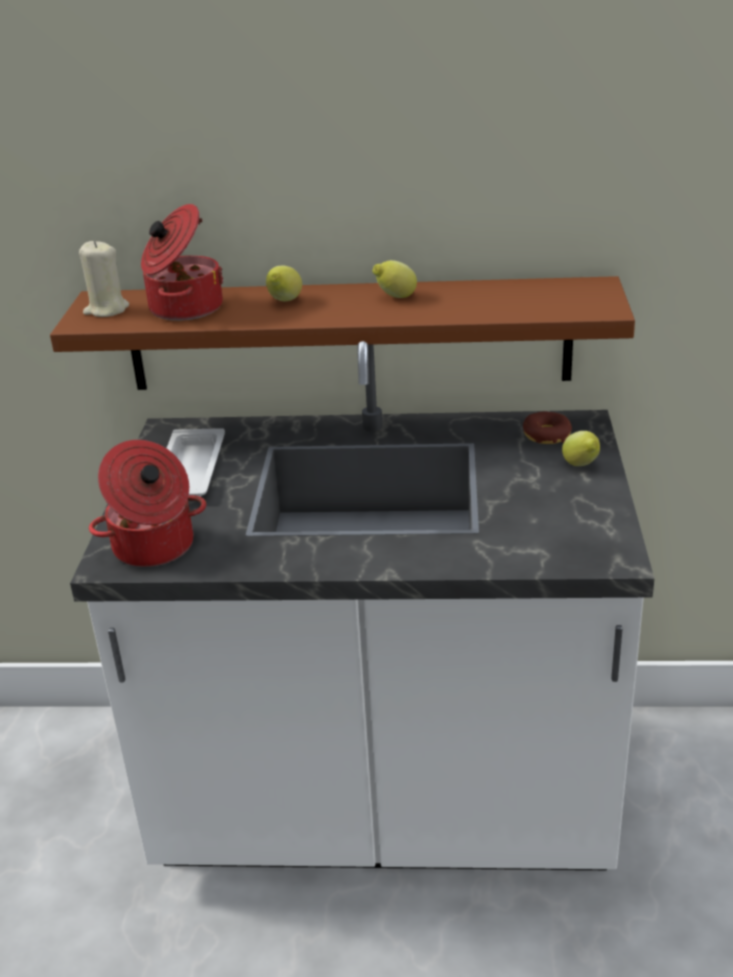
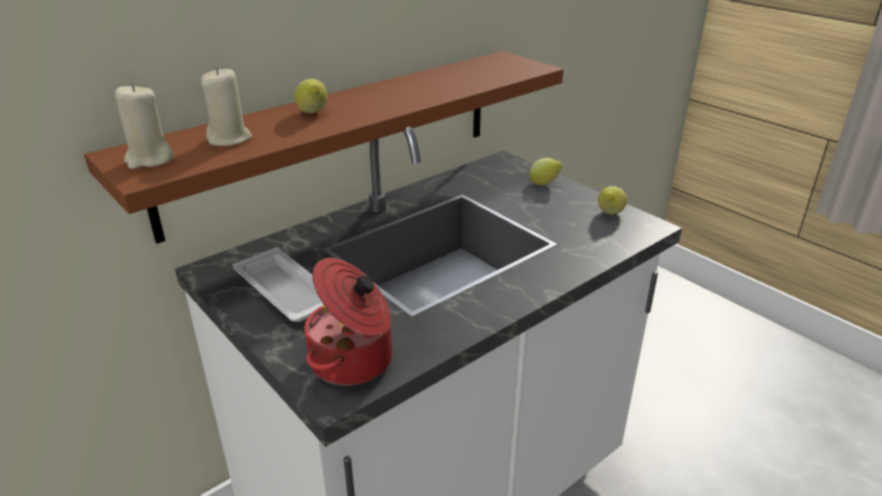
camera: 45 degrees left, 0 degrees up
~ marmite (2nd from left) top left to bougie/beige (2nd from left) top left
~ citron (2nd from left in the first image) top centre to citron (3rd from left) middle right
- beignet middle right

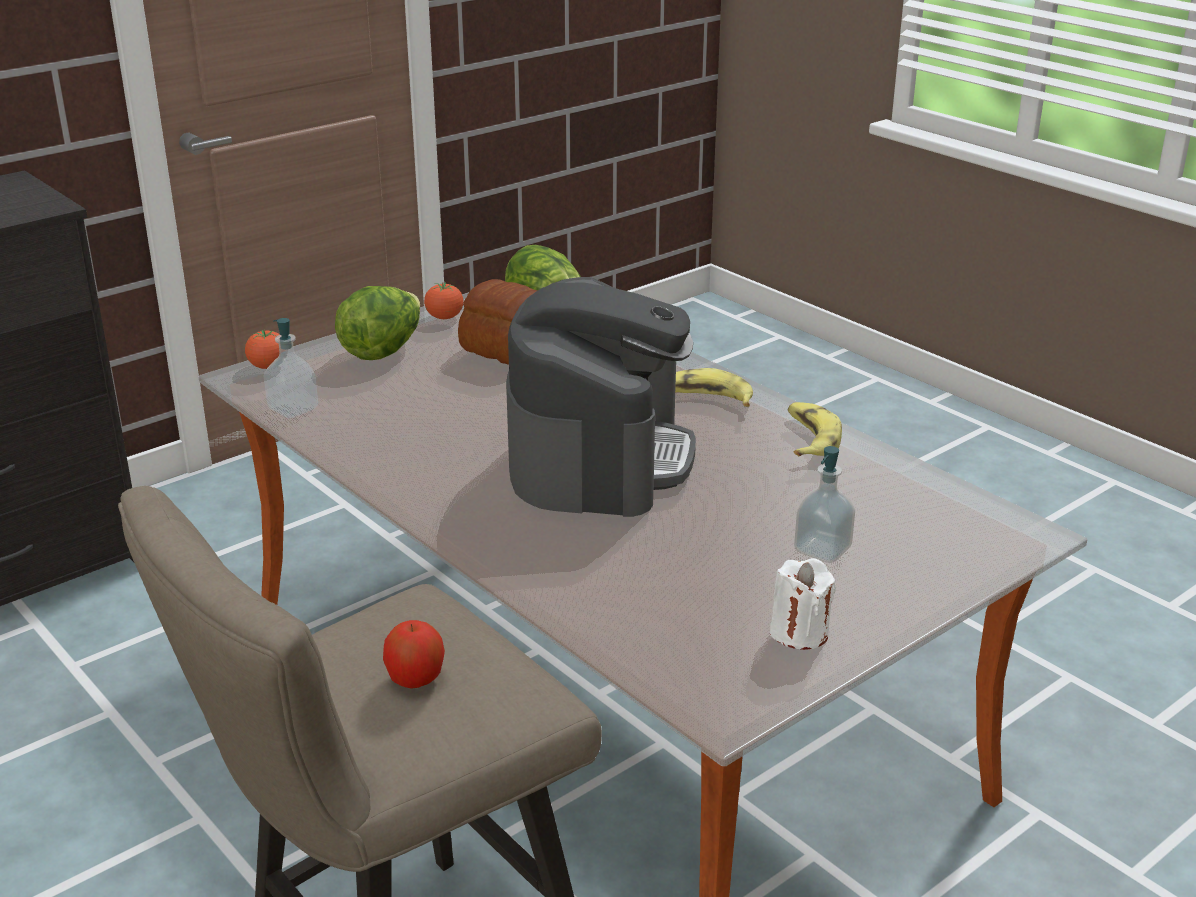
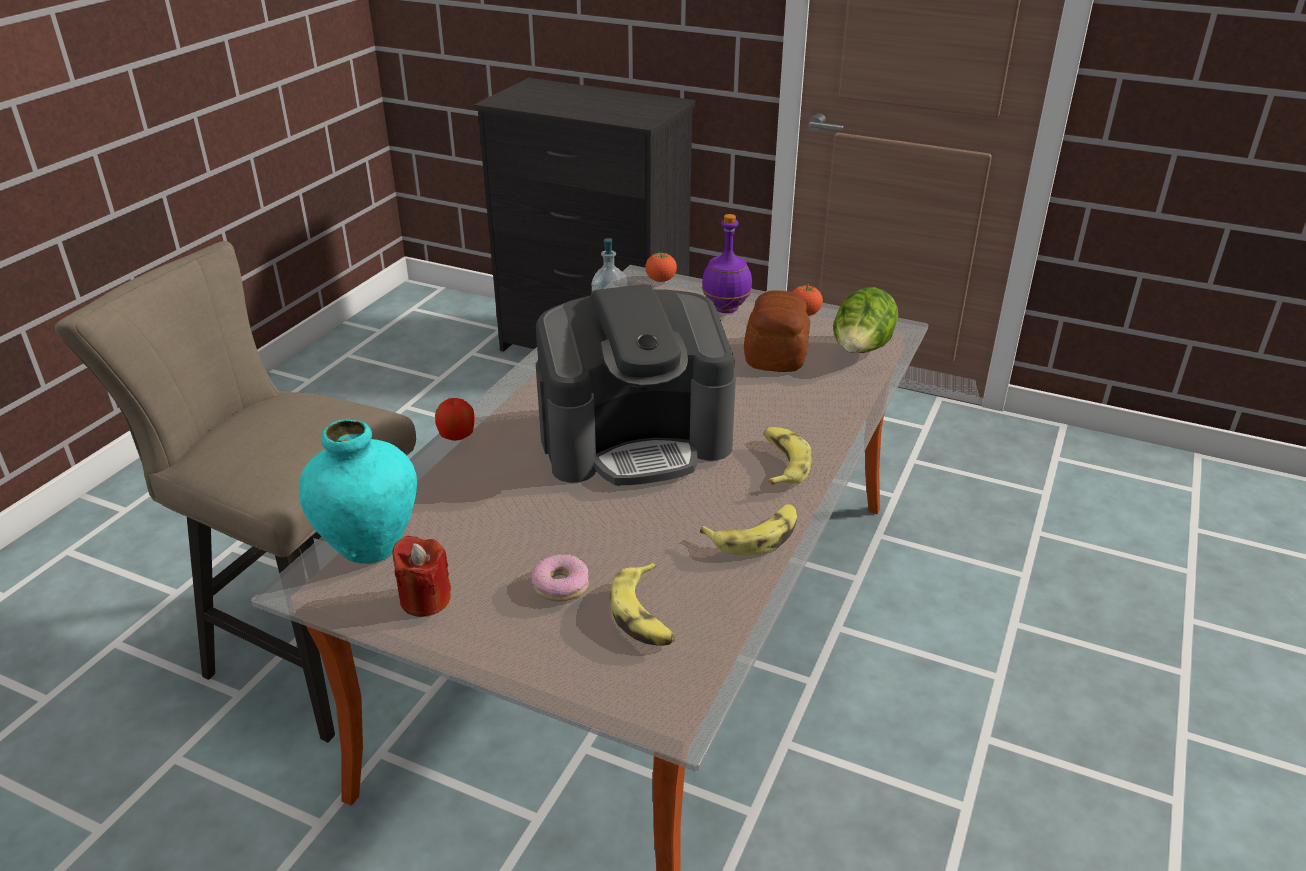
camera: 65 degrees right, 5 degrees up
~ laitue (1st from left) middle left to bouteille/violet top centre
~ distributeur de savon (2nd from left) middle right to beignet centre
~ bougie/blanc bottom right to bougie/rouge middle left
~ pomme bottom centre to centre
+ vase/turquoise middle left
+ banane (1st from left) bottom centre

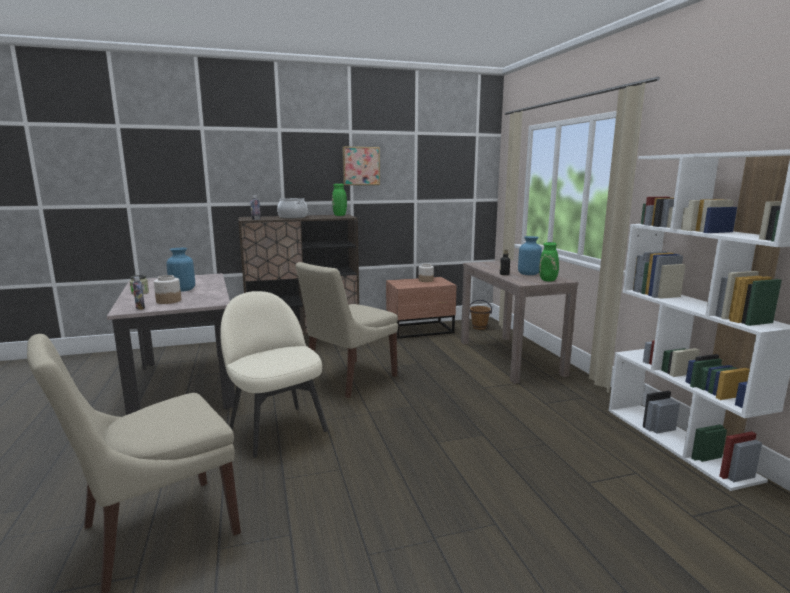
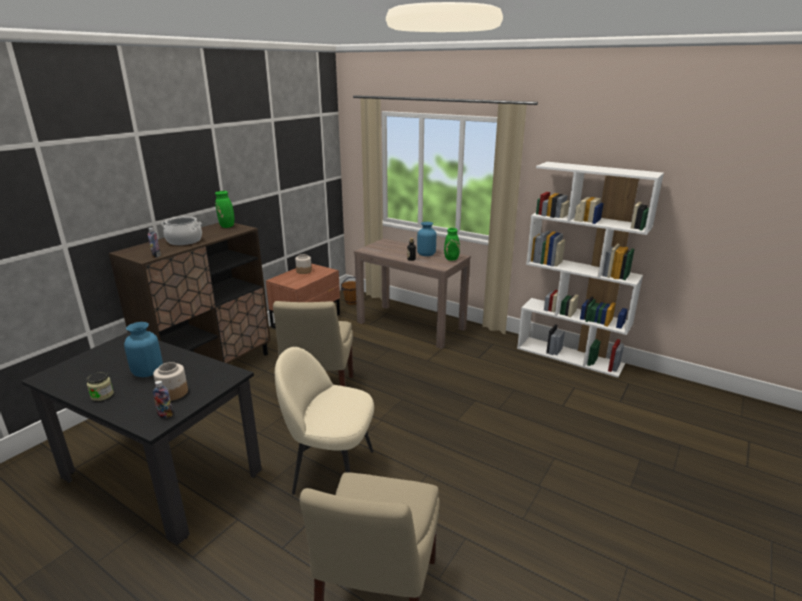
camera: 40 degrees left, 10 degrees up
- tableau top centre
~ table à manger/beige middle left to table à manger/noir bottom left

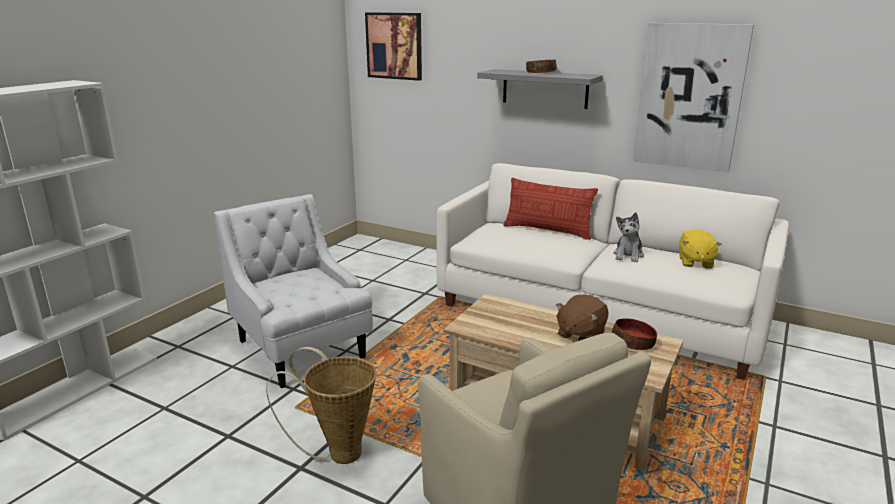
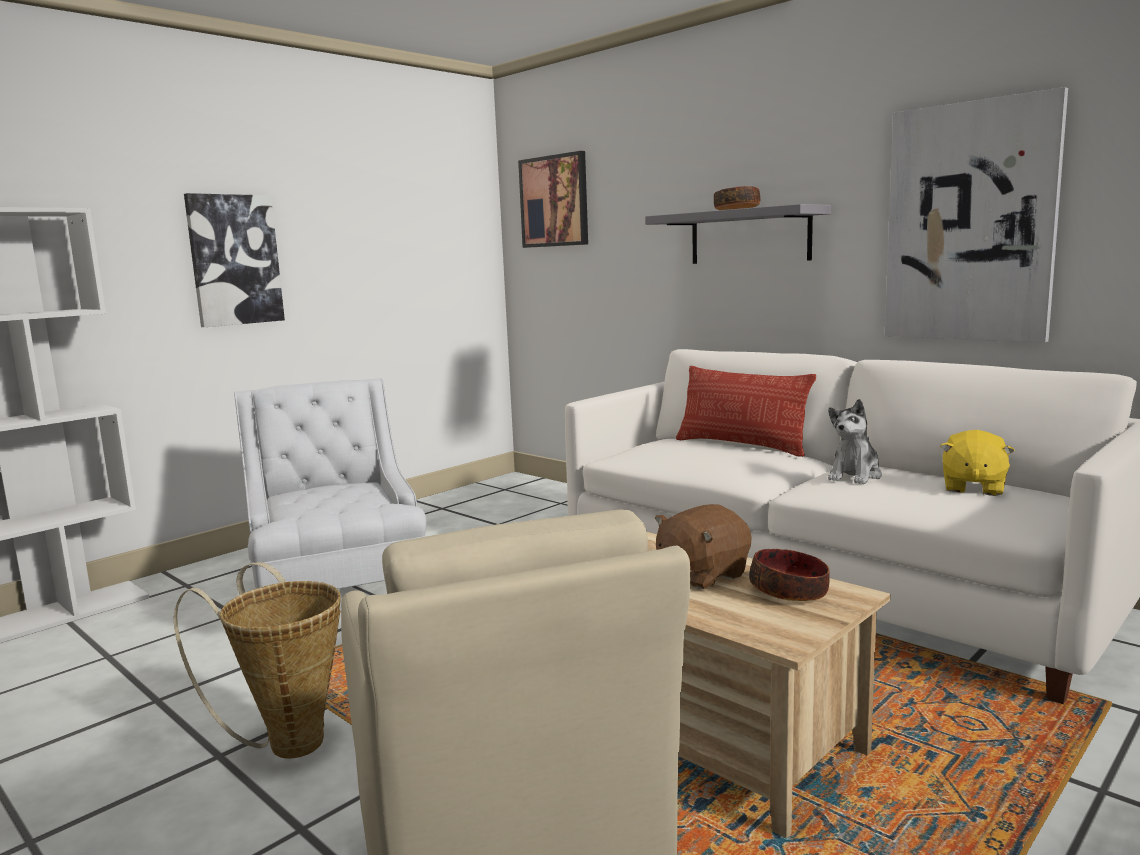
camera: 15 degrees right, 10 degrees down
+ tableau (1st from left) top left

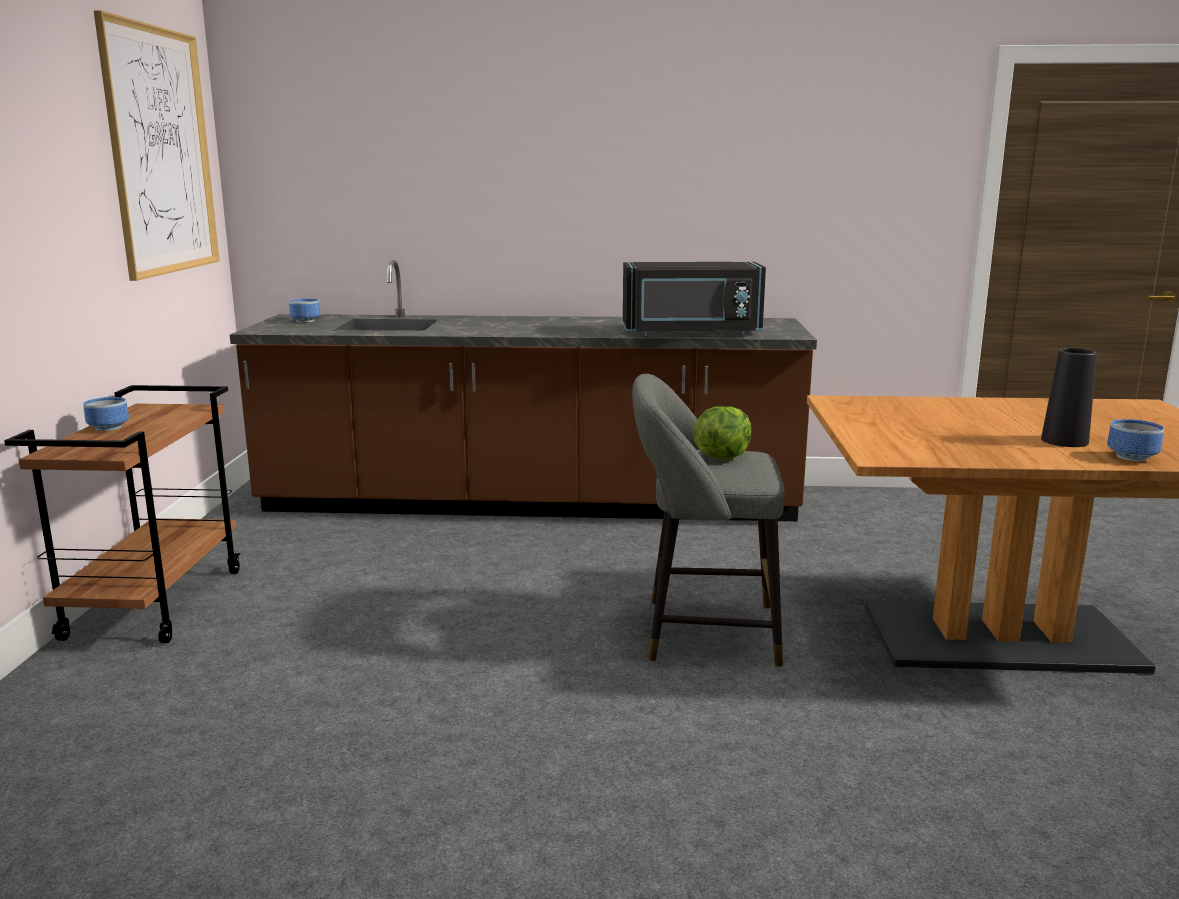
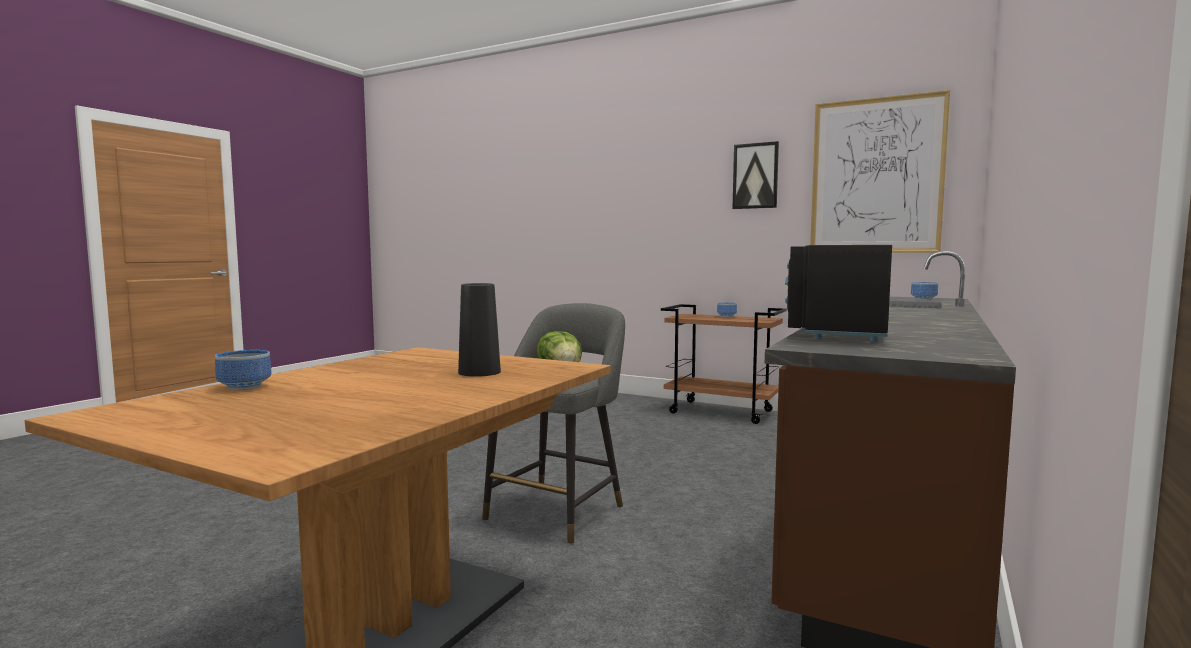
camera: 115 degrees right, 10 degrees down
~ vase/noir middle right to centre
+ tableau (1st from left) top centre

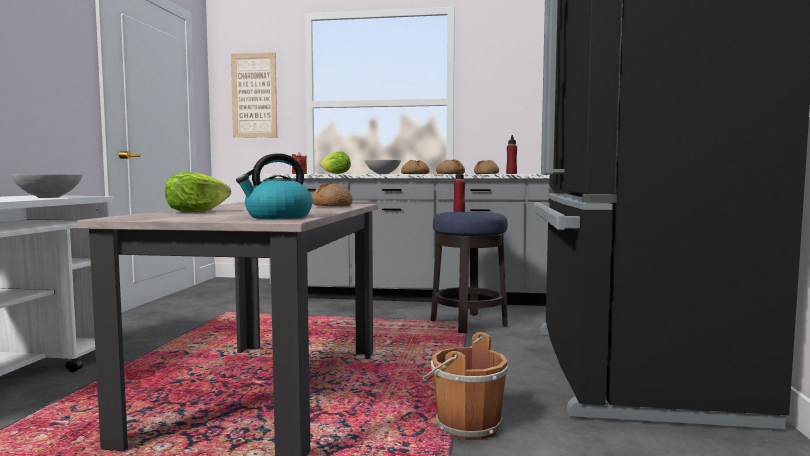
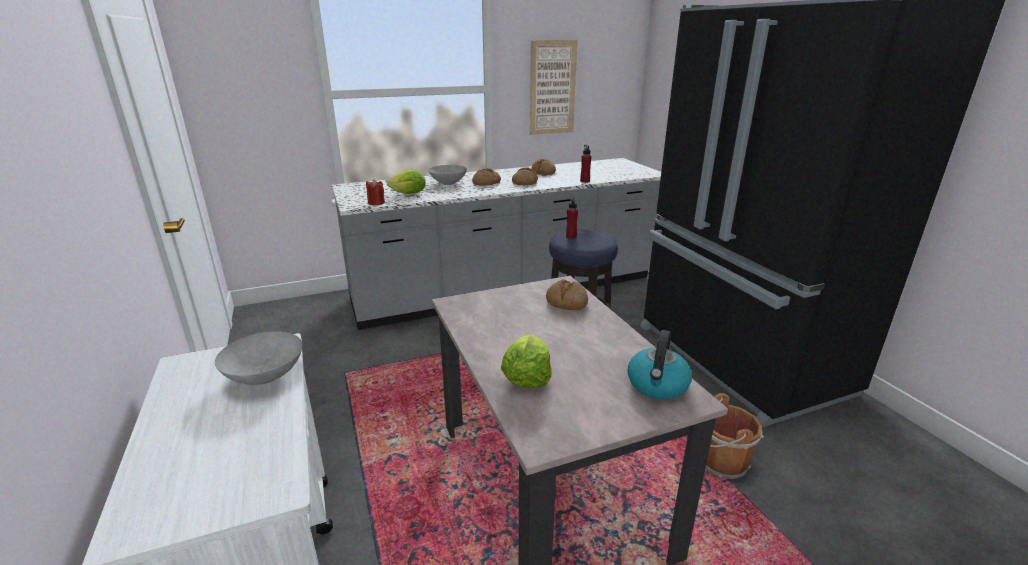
camera: 30 degrees left, 20 degrees up
~ tableau top left to top centre

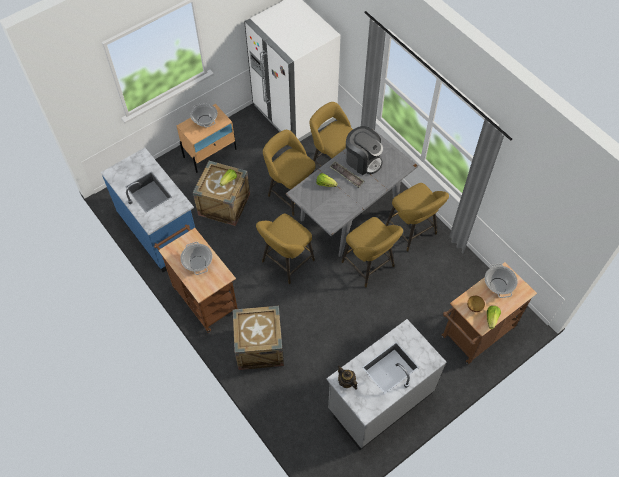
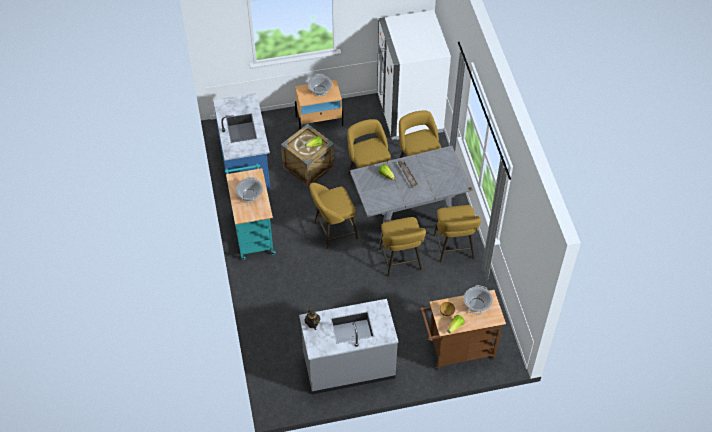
camera: 25 degrees right, 5 degrees down
- machine à café top centre
~ chariot/marron (1st from left) middle left to chariot/turquoise centre
- caisse (2nd from left) bottom centre

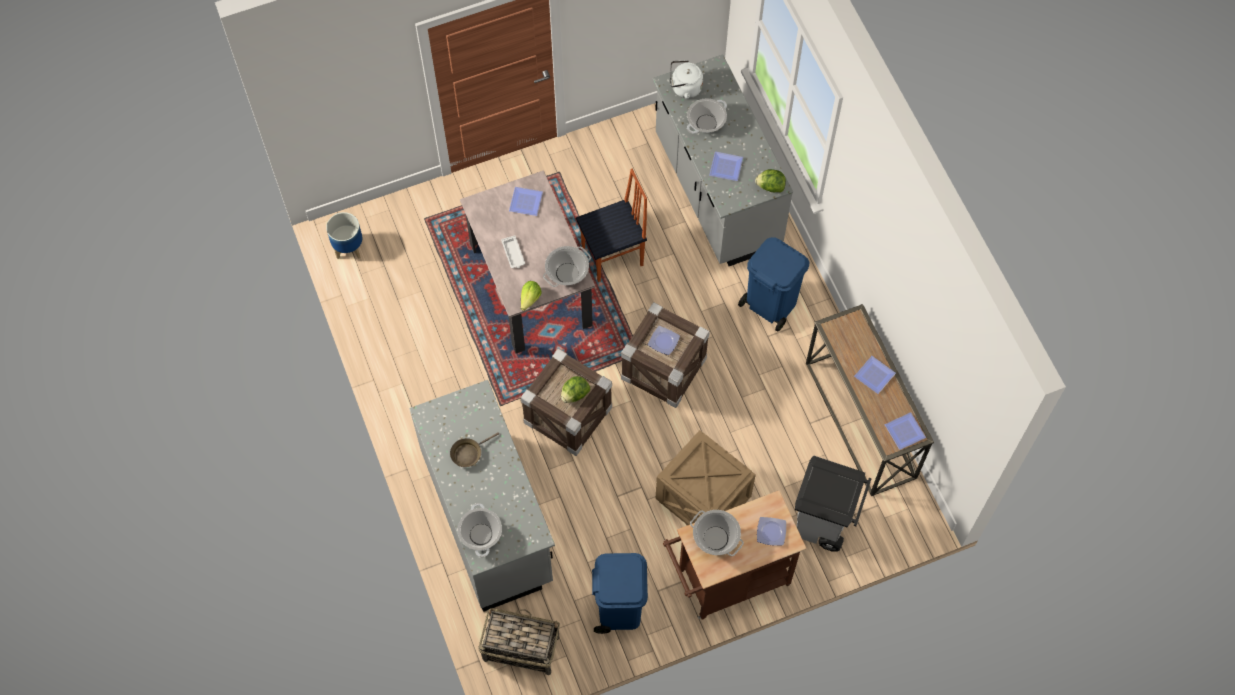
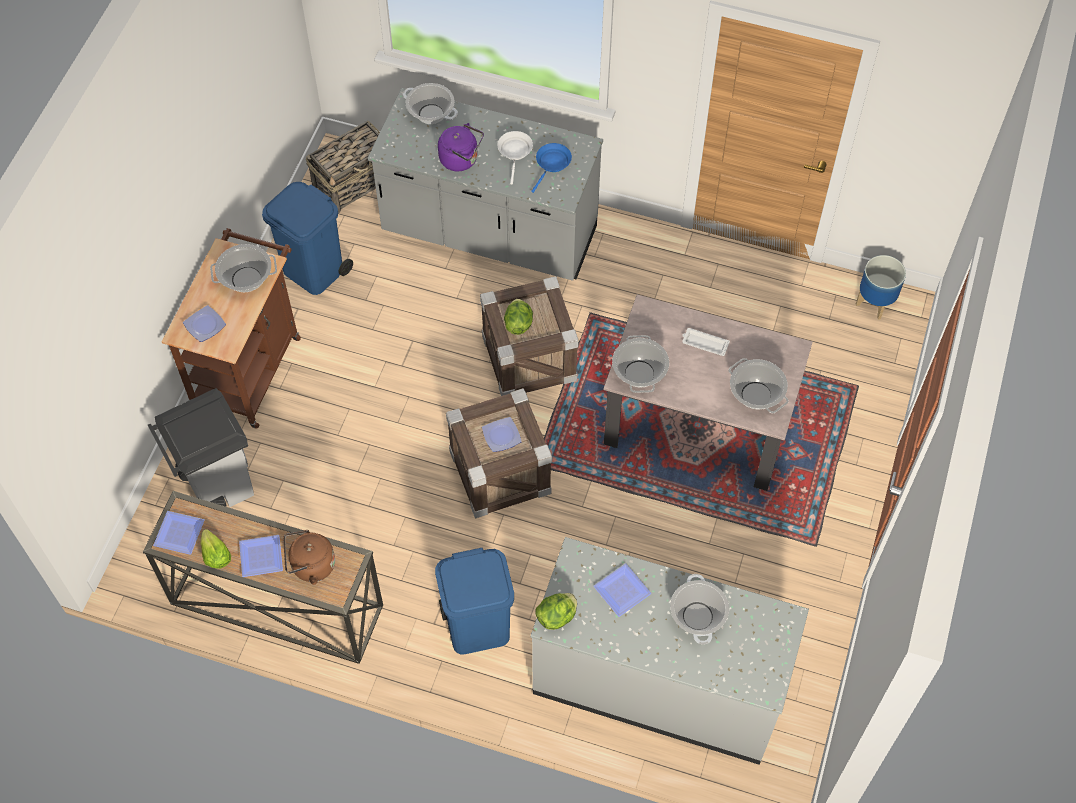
camera: 130 degrees right, 5 degrees down
- bouilloire/blanc top centre
- chaise top centre
~ assiette (1st from left) top centre to marmite (5th from left) middle right
~ laitue (1st from left) centre to bottom left
- caisse (3rd from left) bottom centre
~ poêle/marron centre to poêle/blanc top centre
+ bouilloire/violet top centre
+ poêle/bleu top centre
+ bouilloire/marron bottom left

